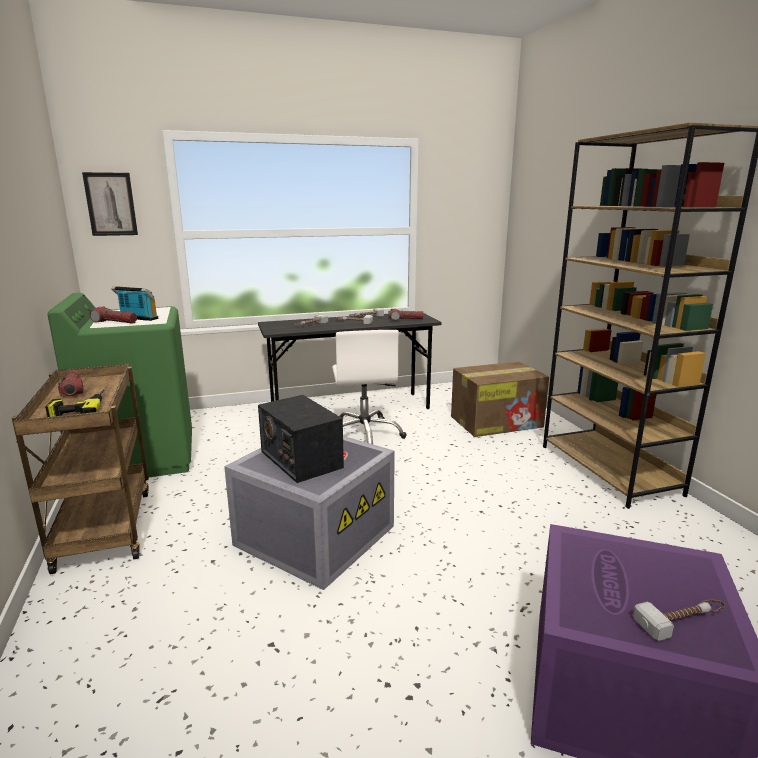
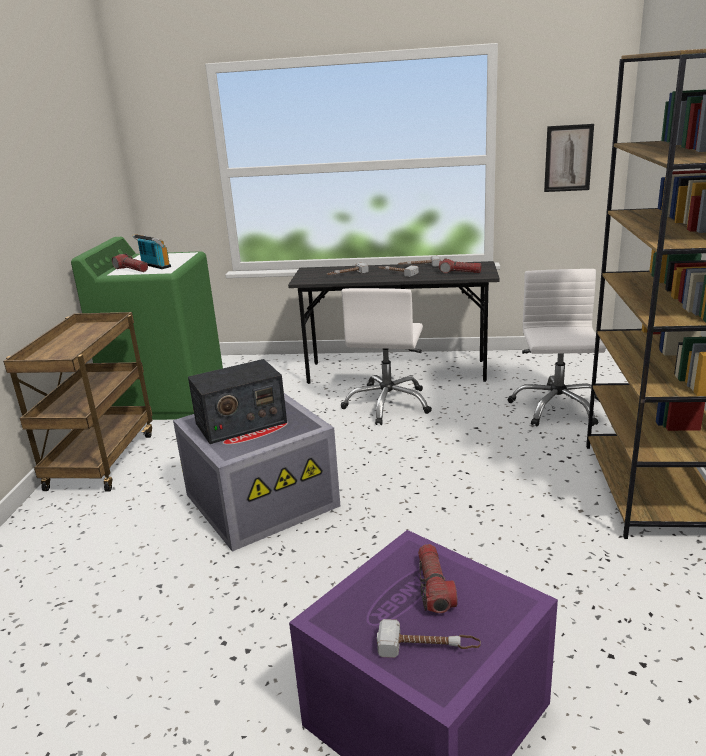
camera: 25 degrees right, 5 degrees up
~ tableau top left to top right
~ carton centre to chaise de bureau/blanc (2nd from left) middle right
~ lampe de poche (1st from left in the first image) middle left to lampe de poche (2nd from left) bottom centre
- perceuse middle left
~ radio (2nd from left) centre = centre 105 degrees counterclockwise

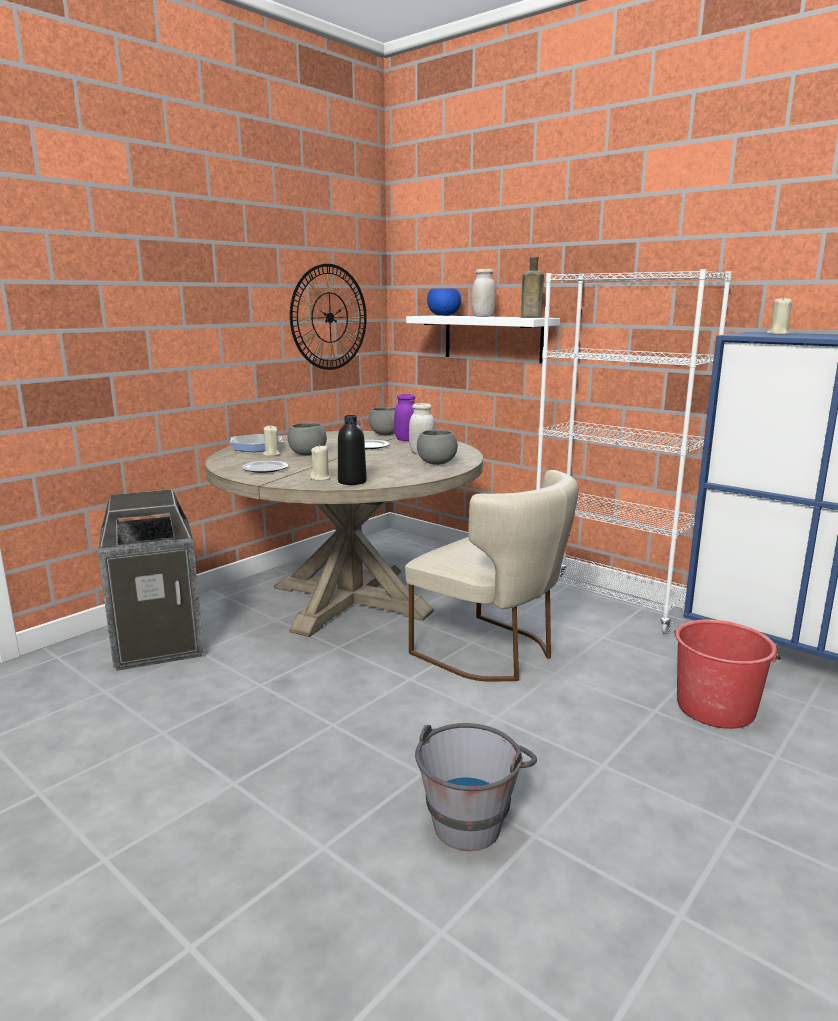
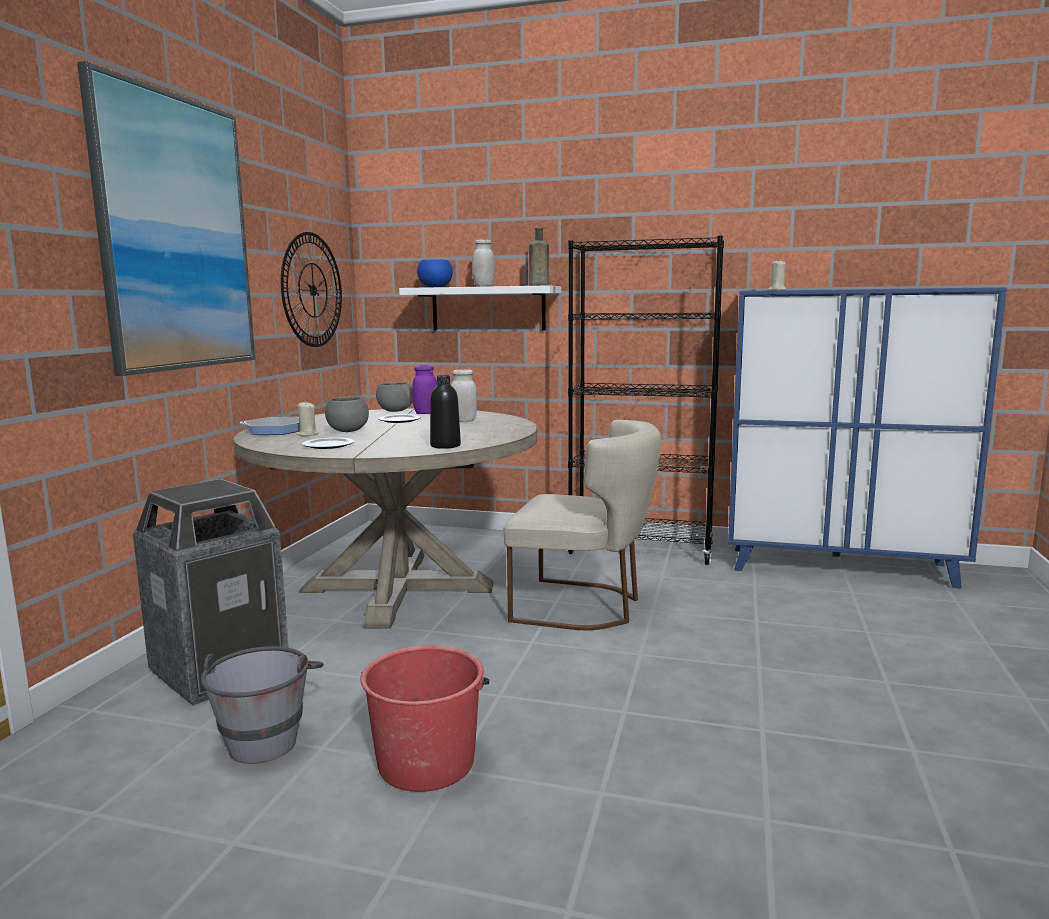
camera: 25 degrees left, 5 degrees down
~ bibliothèque/blanc middle right to bibliothèque/noir centre
- bol/gris (3rd from left) centre
- bougie/beige (2nd from left) centre
~ seau/rouge middle right to bottom centre
~ seau/gris bottom centre to bottom left
+ tableau top left

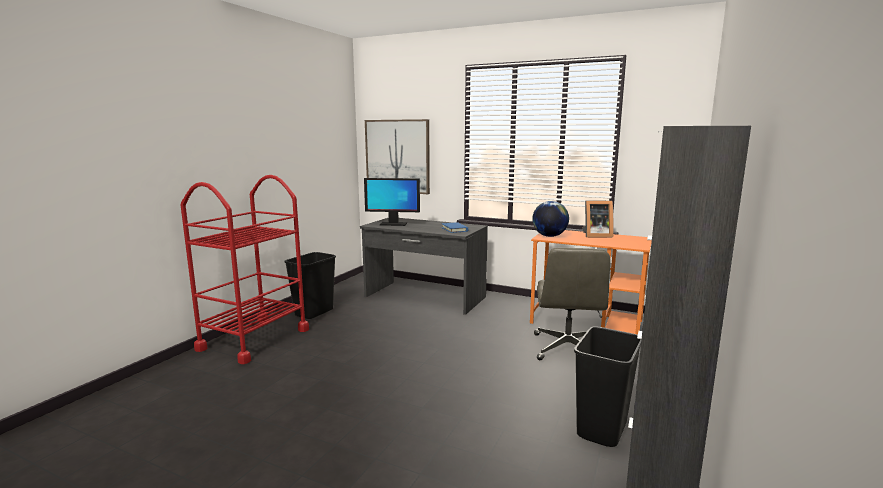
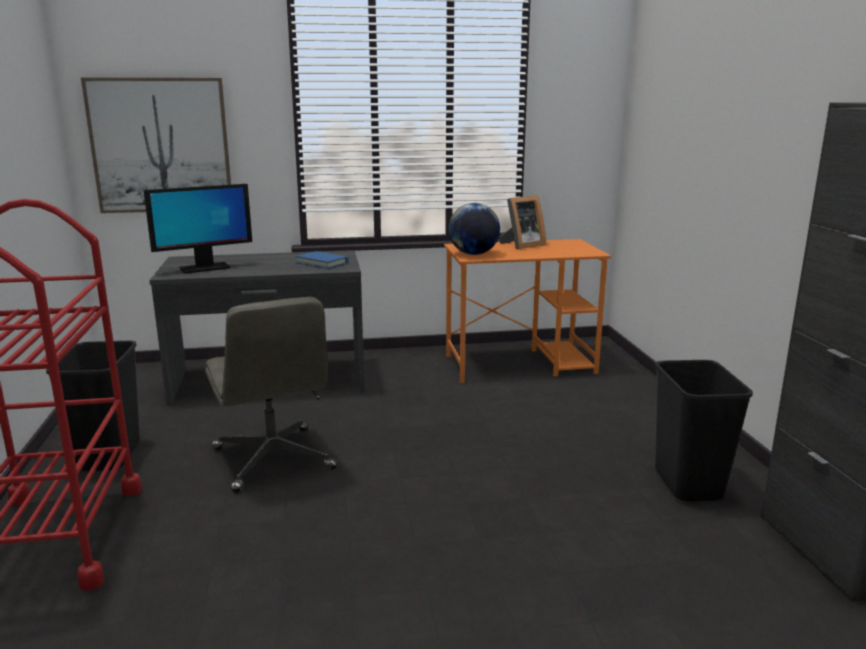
camera: 35 degrees left, 5 degrees up
~ chaise de bureau/gris centre to middle left

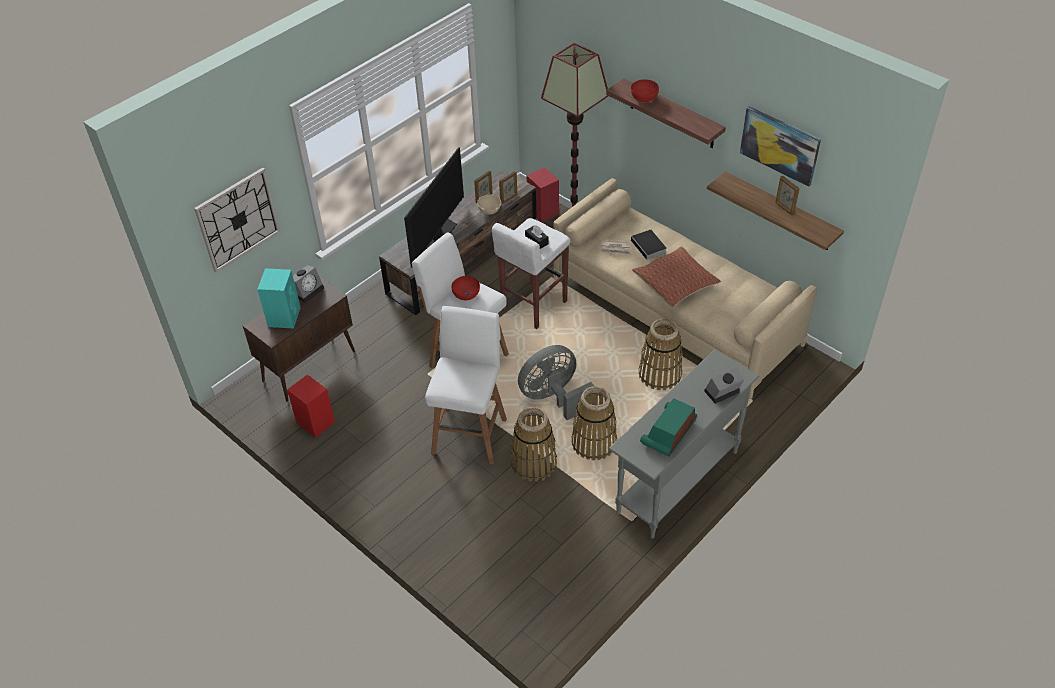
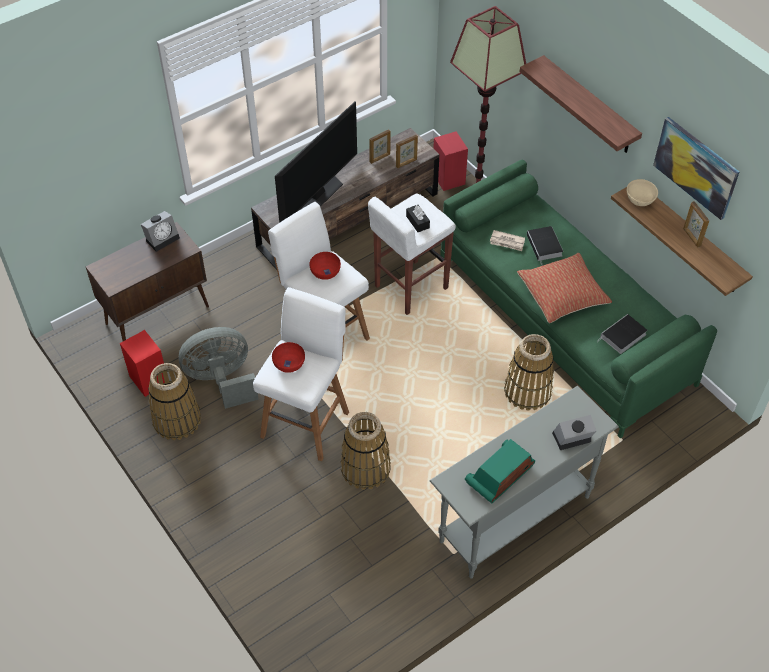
camera: 10 degrees right, 5 degrees up
~ bol/rouge (2nd from left in the first image) top centre to bol/rouge (1st from left) centre
- horloge murale top left
~ canapé/beige centre to canapé/vert middle right
~ bol/beige top centre to top right
- enceinte/turquoise middle left
~ ventilateur/gris centre to middle left
~ panier (2nd from left in the first image) centre to panier (1st from left) middle left
+ livre (2nd from left) middle right

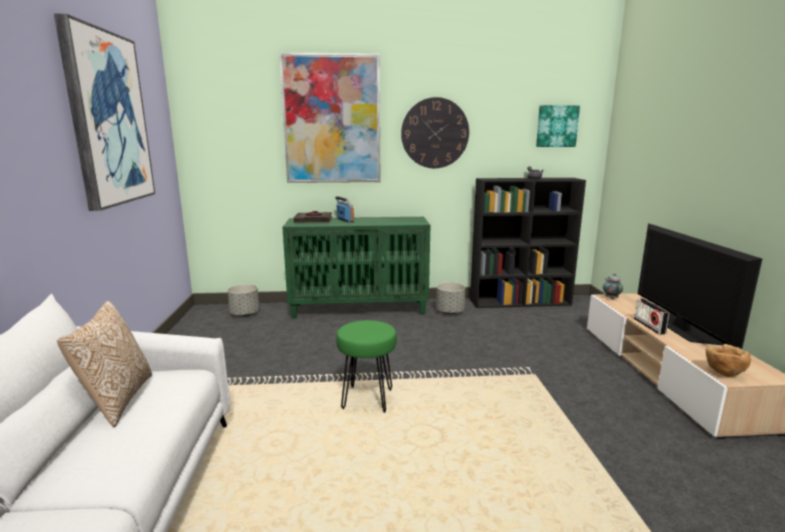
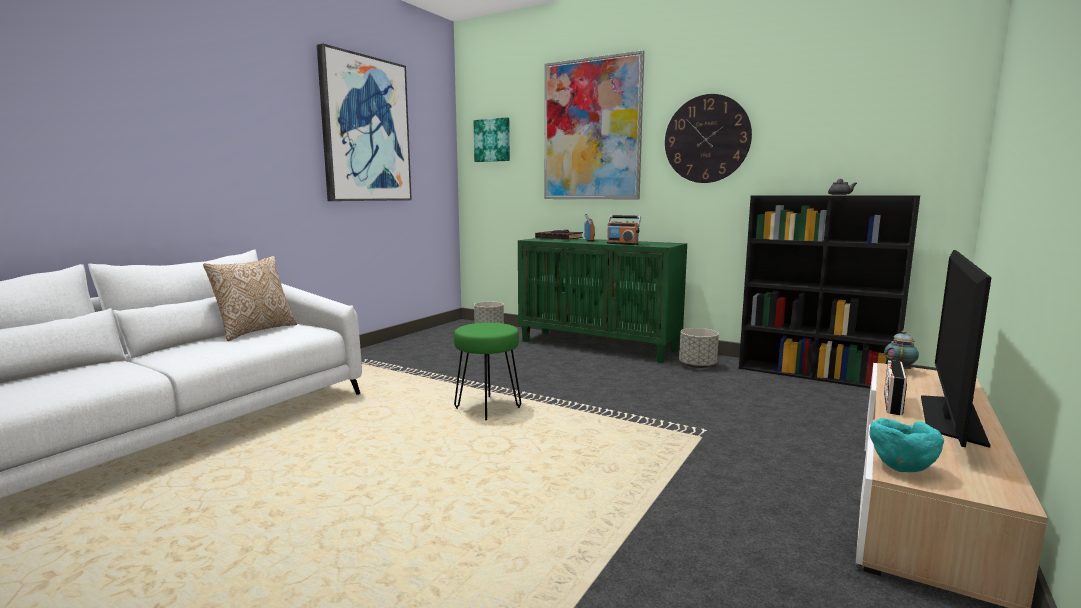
camera: 35 degrees right, 5 degrees down
~ tableau (3rd from left in the first image) top right to tableau (2nd from left) top centre
~ bol/marron bottom right to bol/turquoise bottom right
+ radio (2nd from left) centre

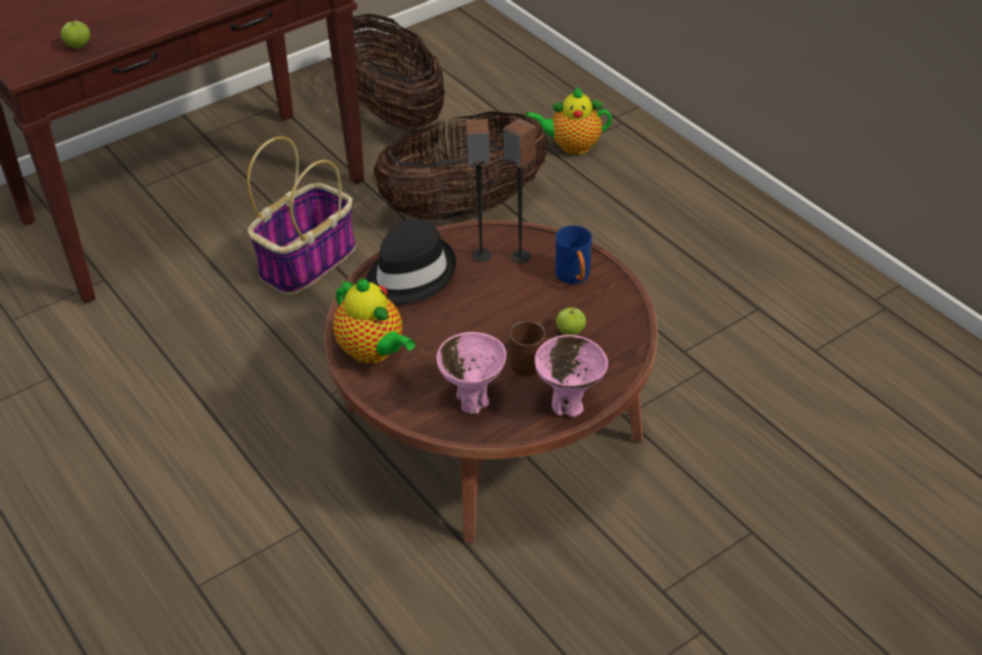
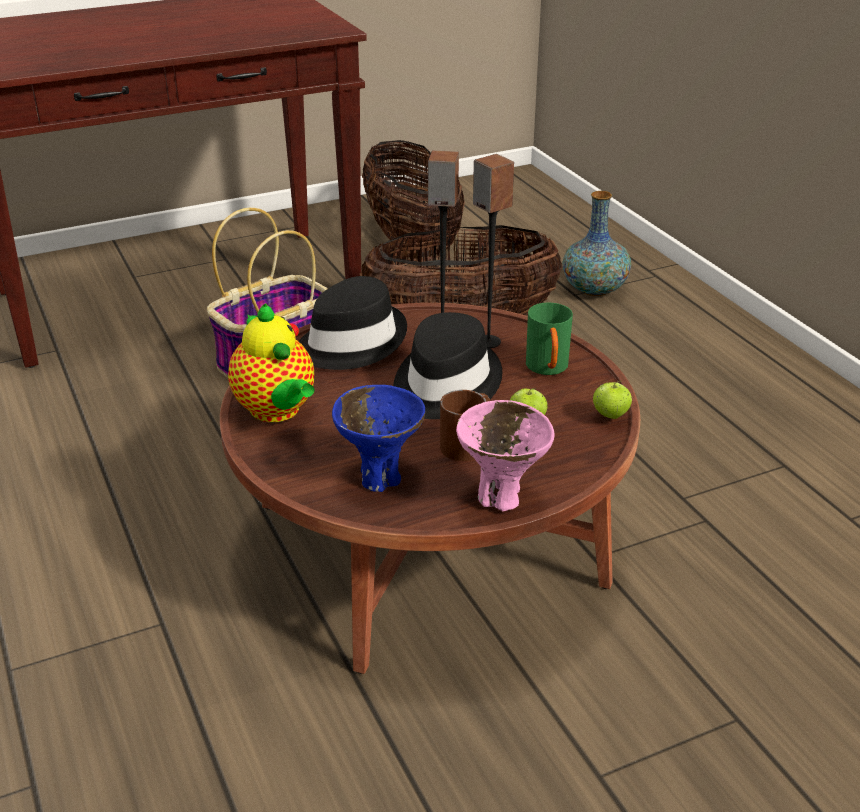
camera: 10 degrees right, 10 degrees down
~ pomme (1st from left in the first image) top left to pomme (2nd from left) middle right
~ théière (2nd from left) top centre to vase top right
~ mug/bleu centre to mug/vert centre
~ bol/rose (1st from left) centre to bol/bleu centre
+ chapeau/noir (2nd from left) centre

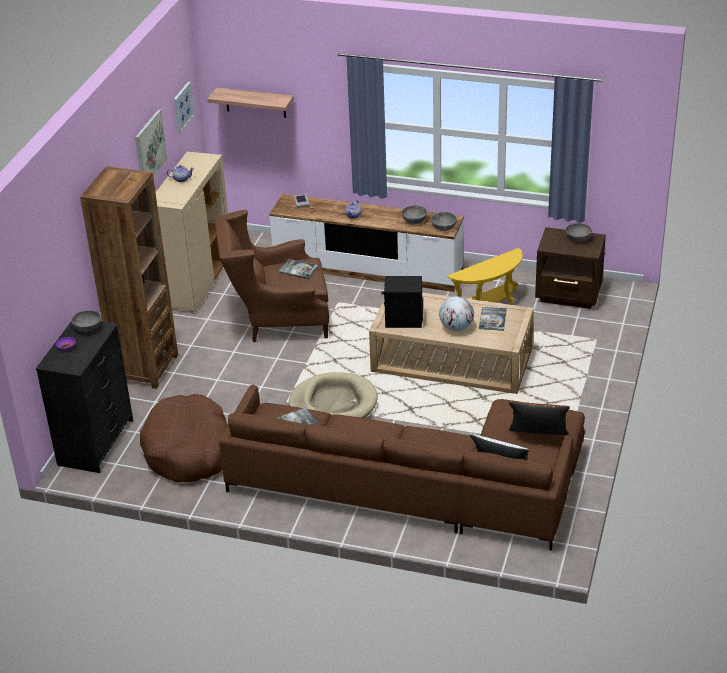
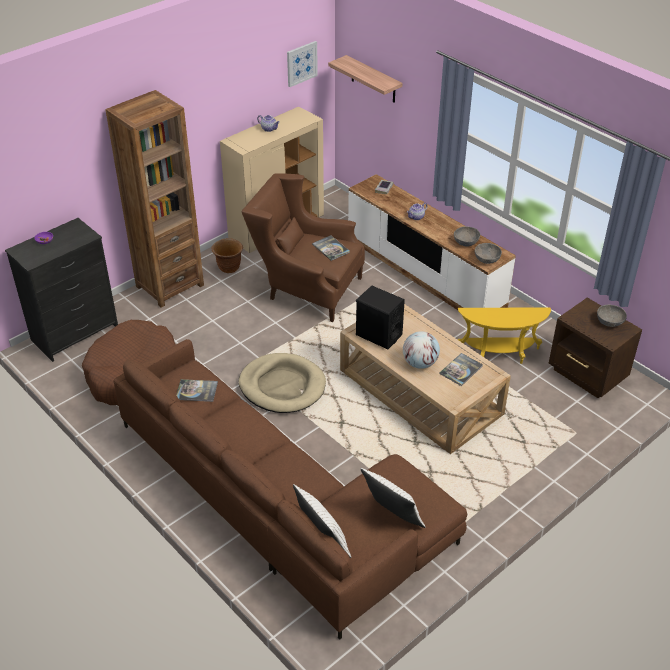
camera: 30 degrees right, 5 degrees up
- tableau (1st from left) top left
- bol/gris (1st from left) middle left
~ coussin/marron middle right to coussin/blanc (2nd from left) bottom centre
+ cache-pot/marron centre

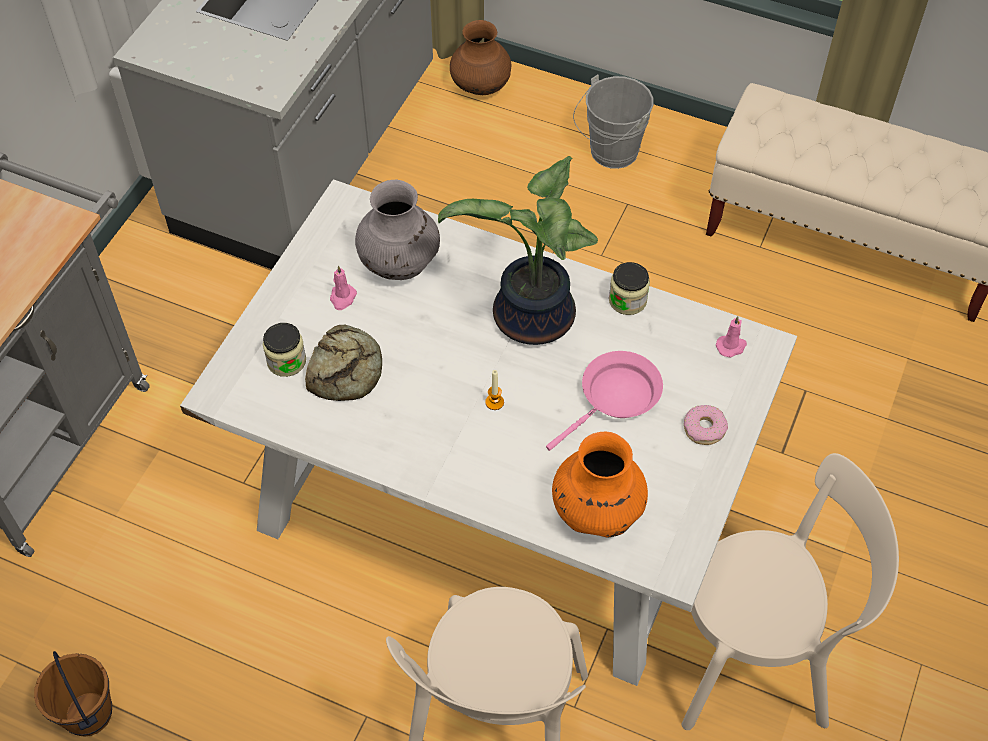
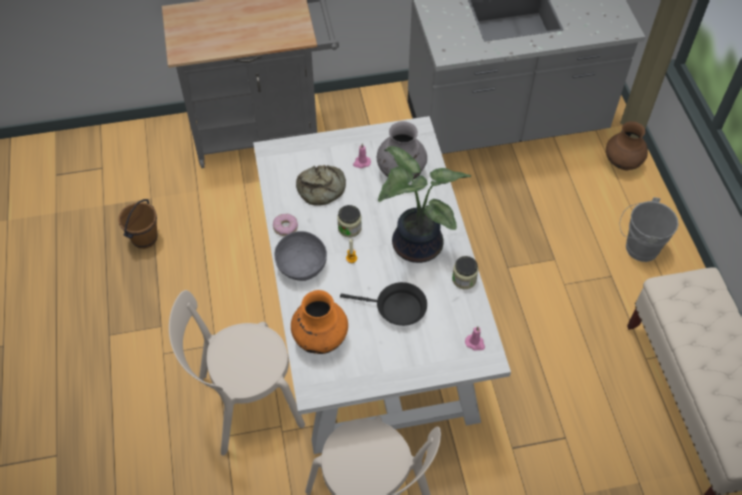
camera: 55 degrees right, 0 degrees up
~ bocal (1st from left) middle left to centre
~ poêle/rose centre to poêle/noir centre
~ beignet middle right to centre
+ bol/gris centre

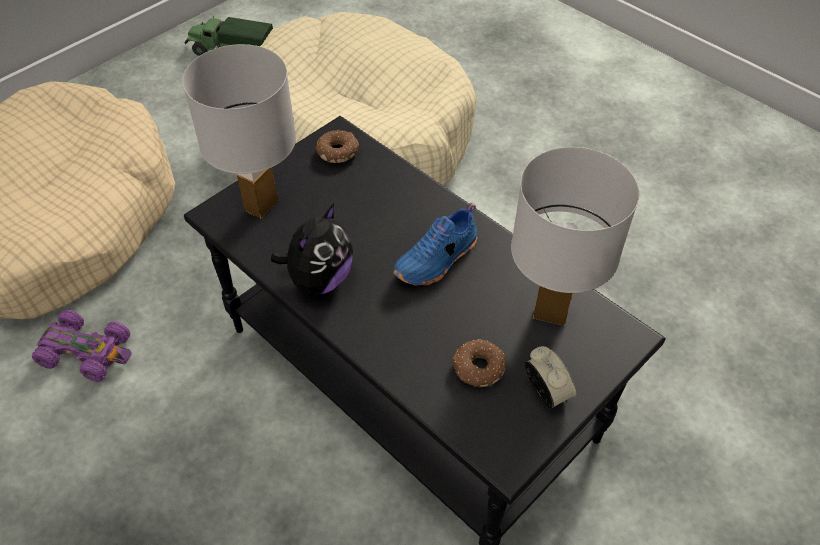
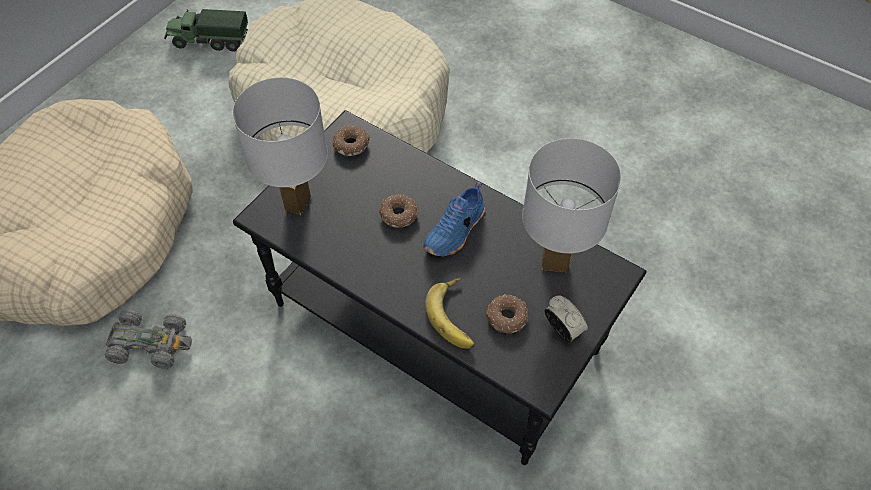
camera: 10 degrees left, 5 degrees up
- peluche centre
~ petite voiture/violet middle left to petite voiture/gris bottom left
+ beignet (2nd from left) centre
+ banane centre

